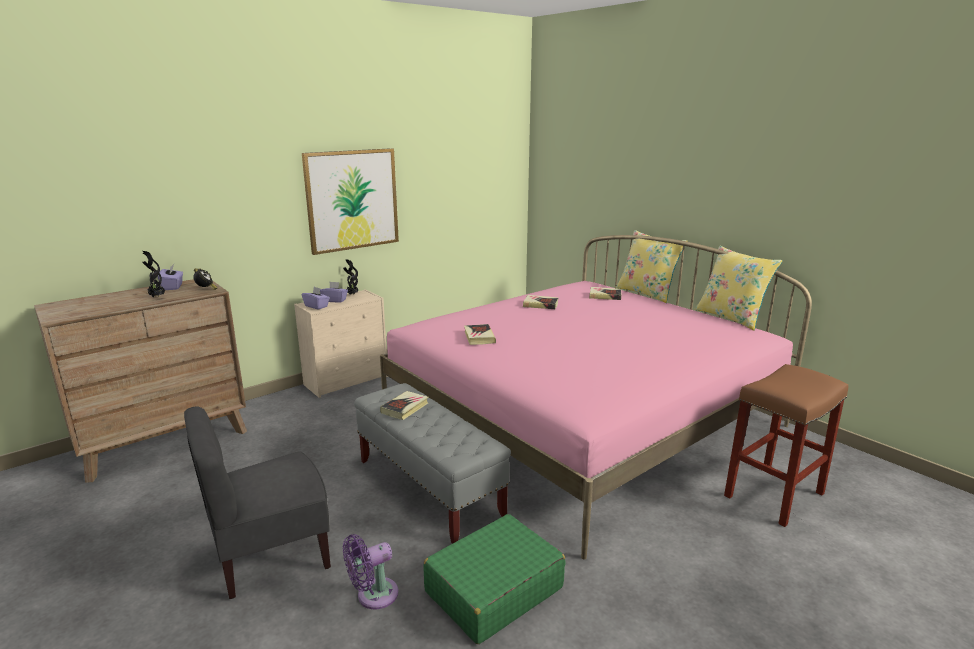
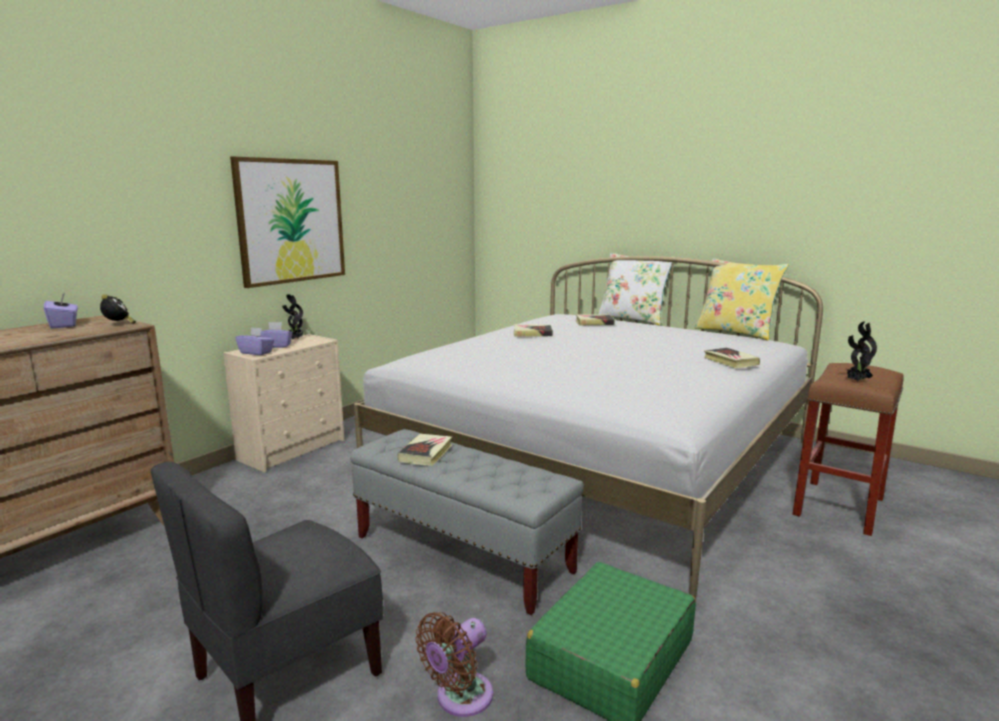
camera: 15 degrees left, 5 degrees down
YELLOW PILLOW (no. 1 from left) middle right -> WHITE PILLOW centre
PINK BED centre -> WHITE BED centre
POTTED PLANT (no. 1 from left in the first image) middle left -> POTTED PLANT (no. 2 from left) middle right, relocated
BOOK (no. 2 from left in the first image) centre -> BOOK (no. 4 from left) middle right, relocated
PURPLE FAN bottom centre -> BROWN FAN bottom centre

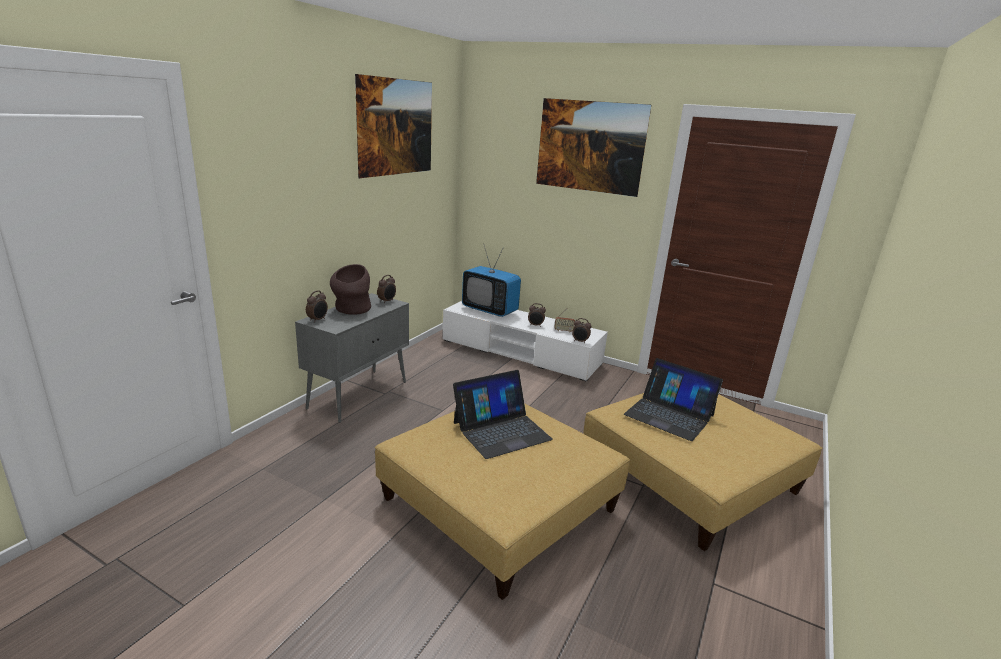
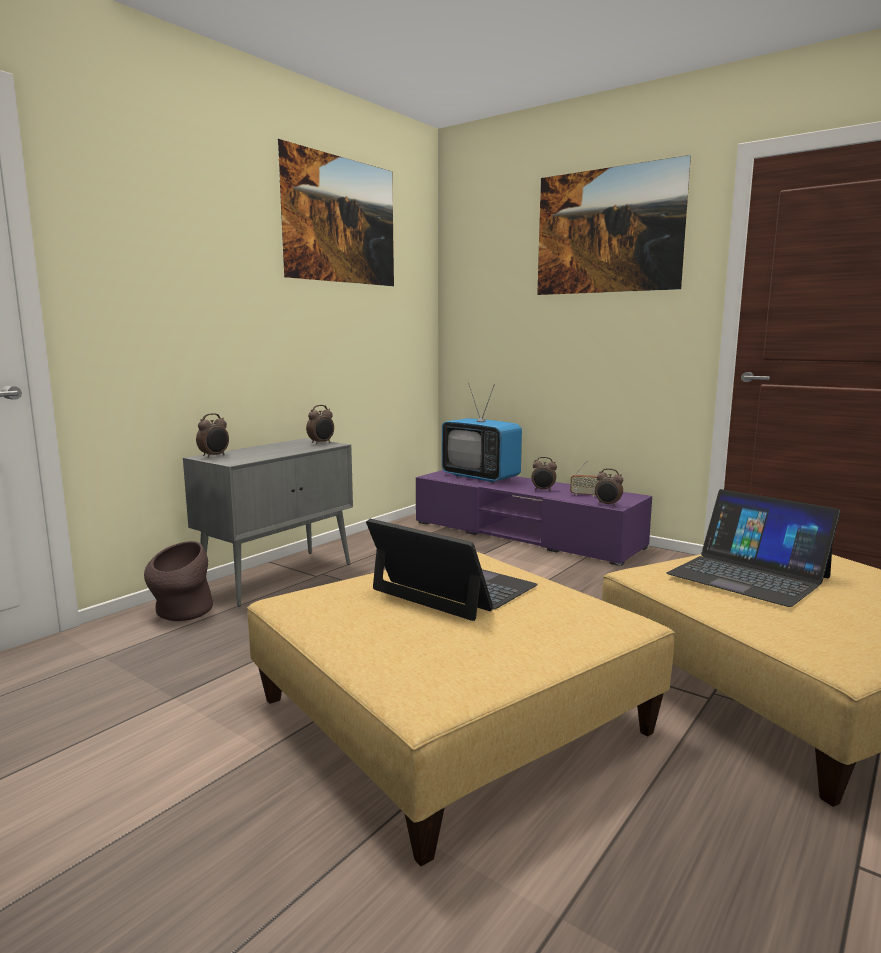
camera: 10 degrees right, 10 degrees down
BROWN VASE centre -> BROWN VASE middle left, relocated
WHITE TV STAND centre -> PURPLE TV STAND centre
LAPTOP (no. 1 from left) centre, 120 degrees counterclockwise

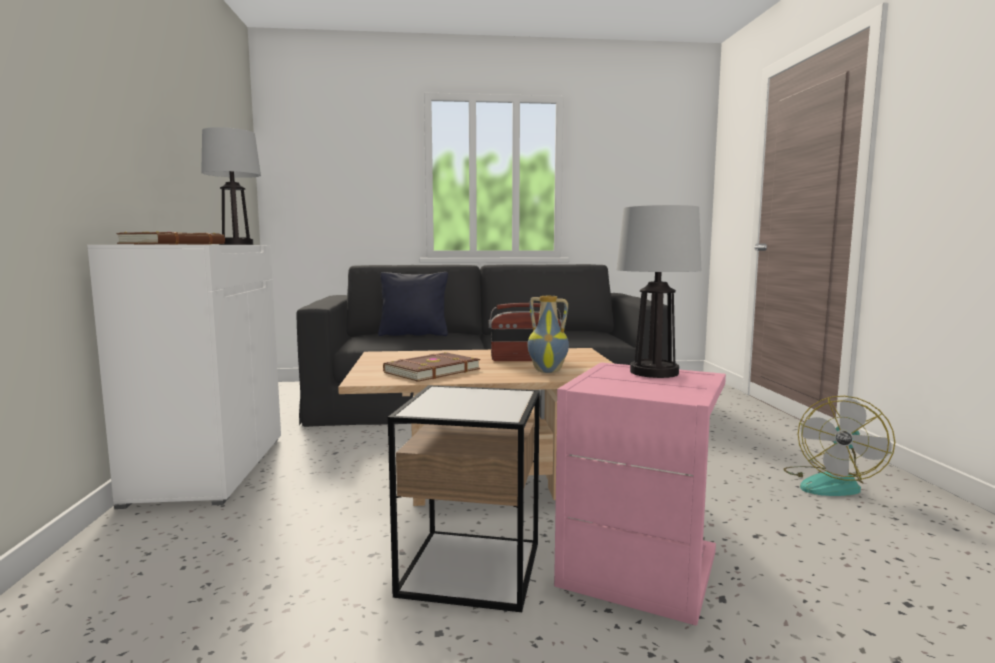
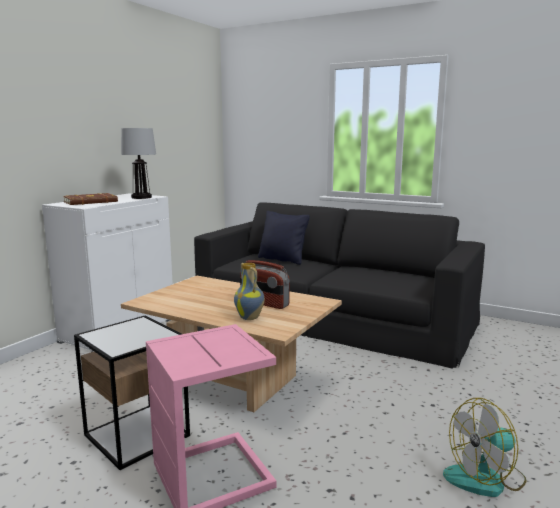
camera: 35 degrees right, 5 degrees up
TABLE LAMP (no. 2 from left) centre -> none
BROWN BOOK (no. 2 from left) centre -> none

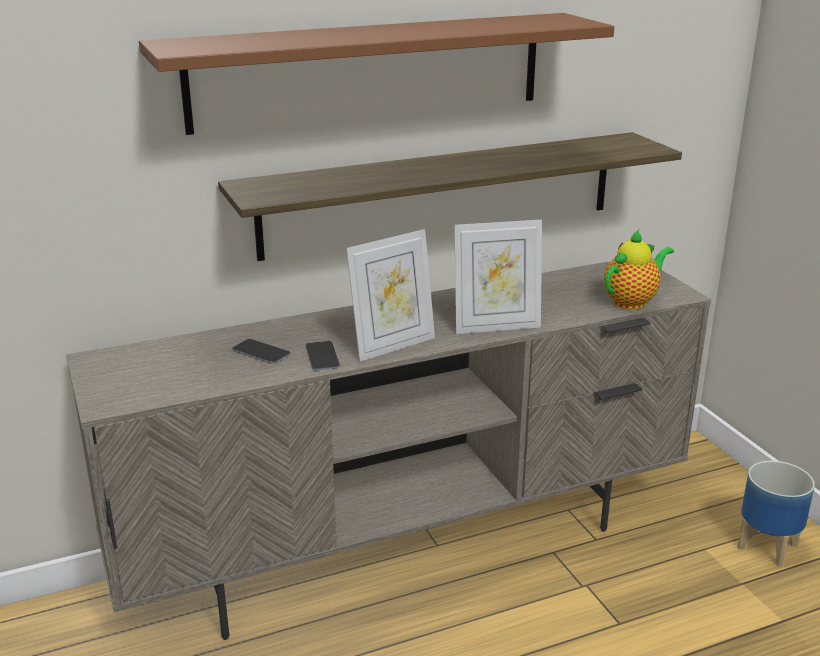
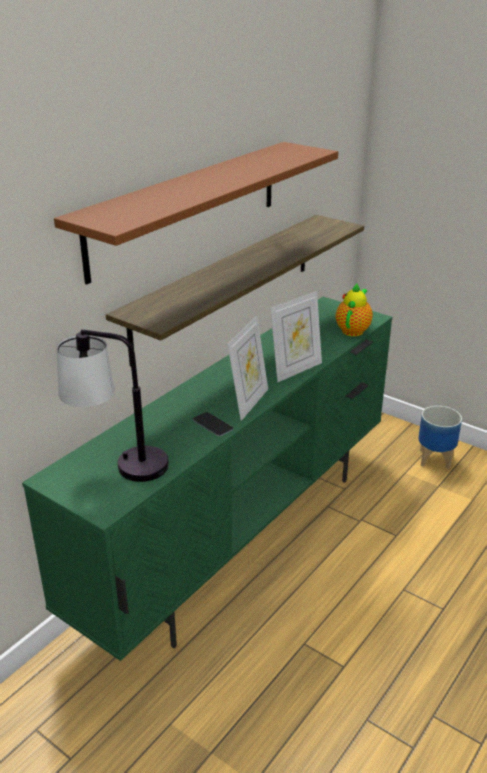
camera: 30 degrees left, 5 degrees up
BEIGE TV STAND bottom centre -> GREEN TV STAND centre
PHONE (no. 1 from left) middle left -> none
none -> TABLE LAMP middle left

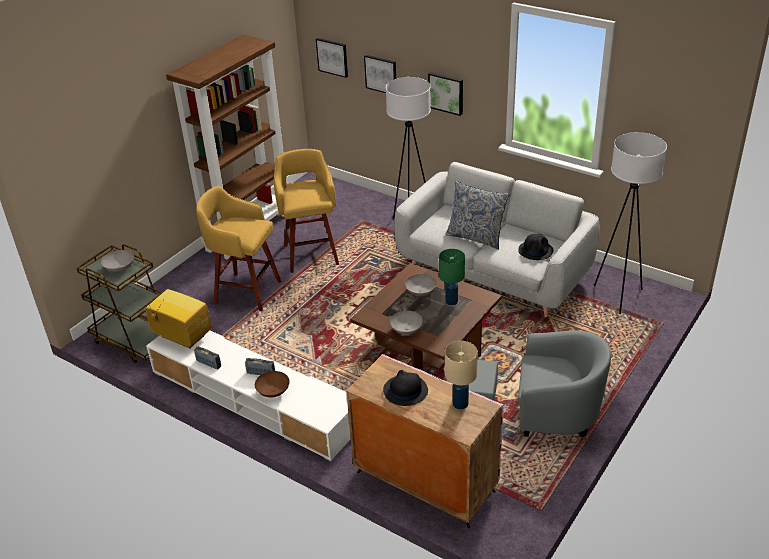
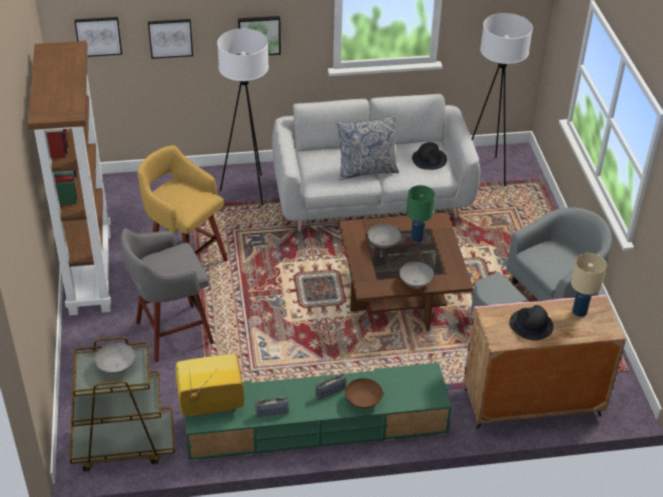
camera: 45 degrees left, 5 degrees up
YELLOW STOOL (no. 1 from left) middle left -> GREY STOOL middle left
WHITE TV STAND bottom left -> GREEN TV STAND bottom centre

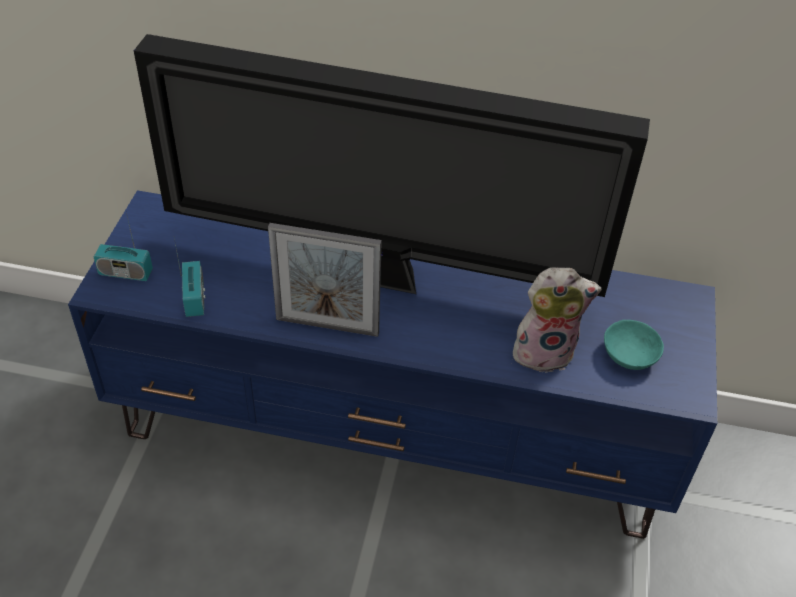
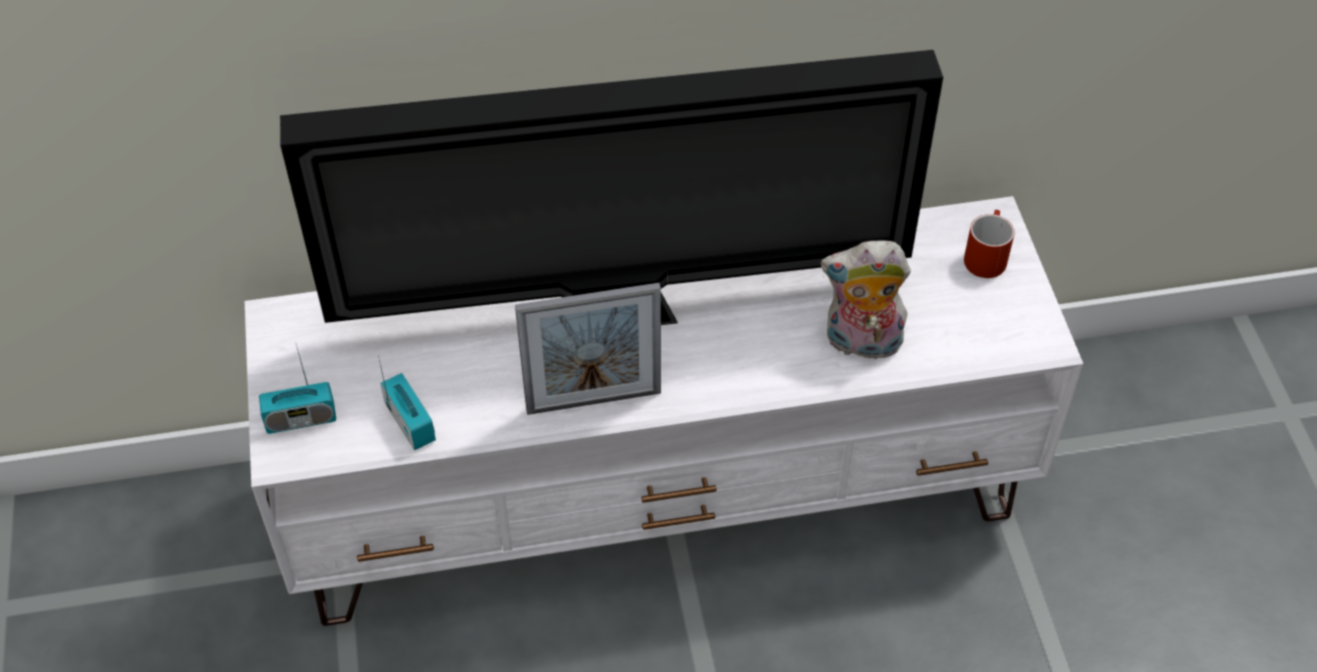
camera: 20 degrees left, 5 degrees up
BLUE TV STAND centre -> WHITE TV STAND centre
PLUSH TOY middle right -> PLUSH TOY centre, 150 degrees counterclockwise
TURQUOISE BOWL middle right -> none
none -> RED MUG middle right

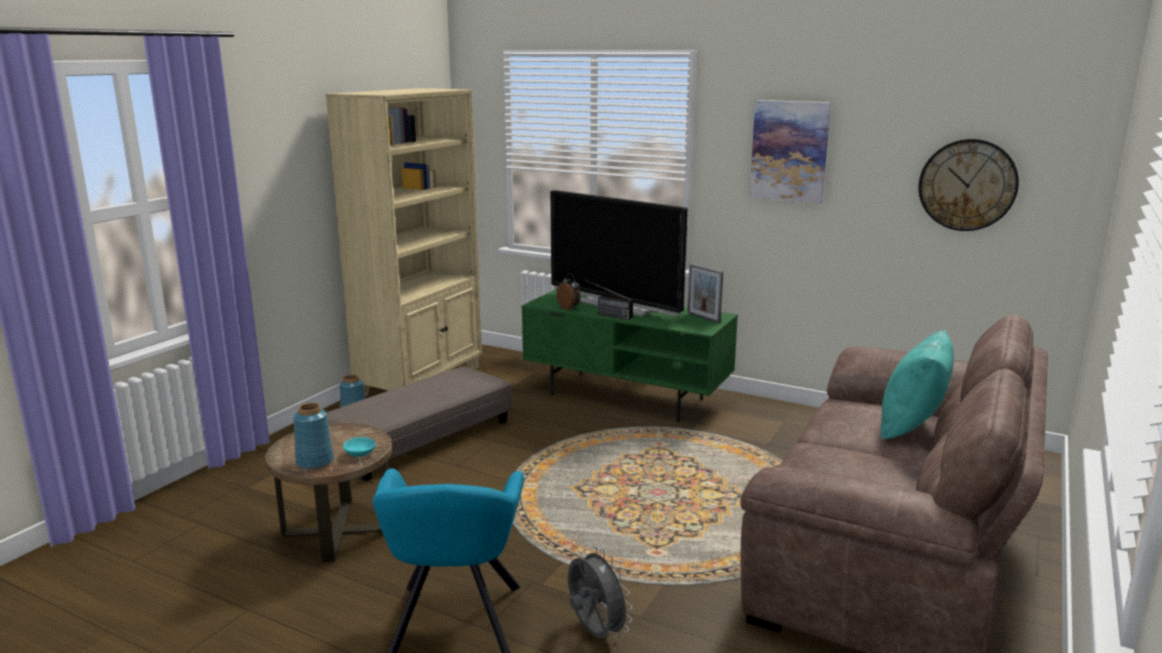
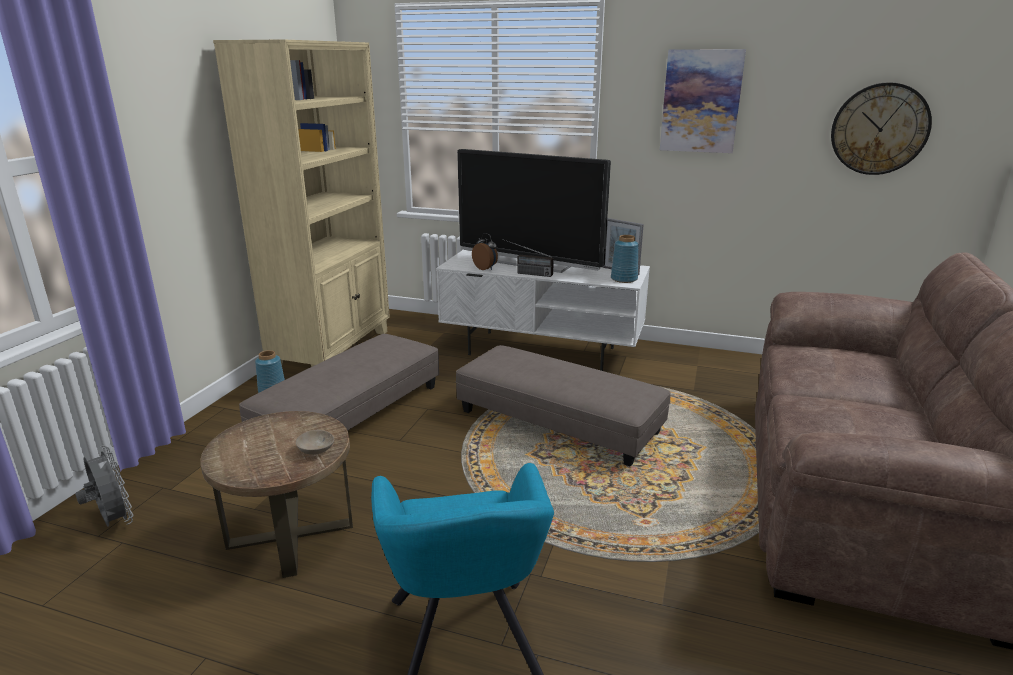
camera: 10 degrees left, 5 degrees up
GREEN TV STAND centre -> WHITE TV STAND centre
TURQUOISE PILLOW middle right -> none
BLUE VASE (no. 1 from left in the first image) bottom left -> BLUE VASE (no. 2 from left) centre, relocated
TURQUOISE BOWL bottom left -> BEIGE BOWL middle left
GREY FAN bottom centre -> GREY FAN bottom left, relocated
none -> GREY OTTOMAN (no. 2 from left) centre

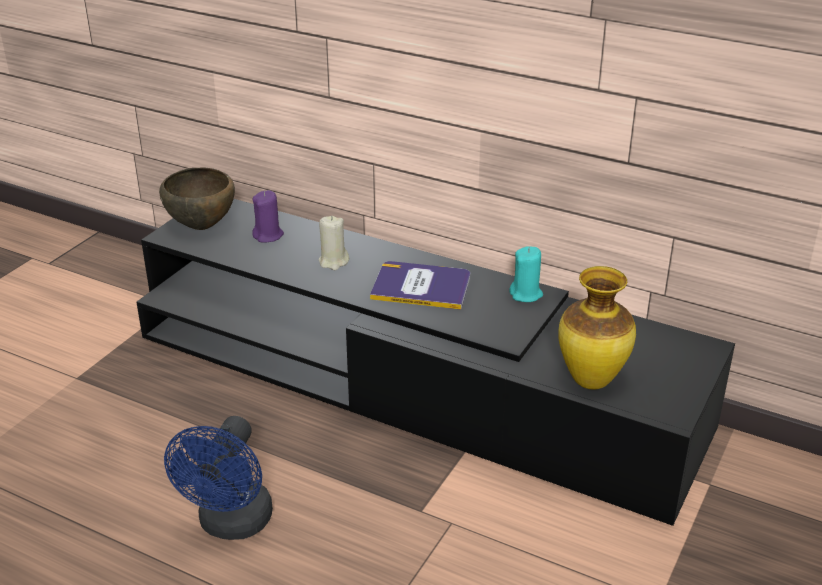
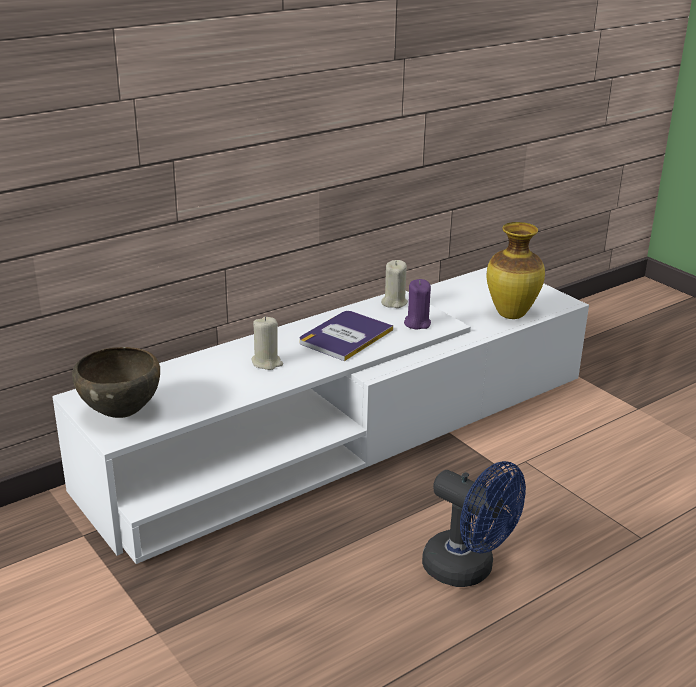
camera: 65 degrees left, 5 degrees down
PURPLE CANDLE middle left -> PURPLE CANDLE centre, relocated
BLACK TV STAND centre -> WHITE TV STAND centre
TURQUOISE CANDLE centre -> BEIGE CANDLE (no. 2 from left) centre

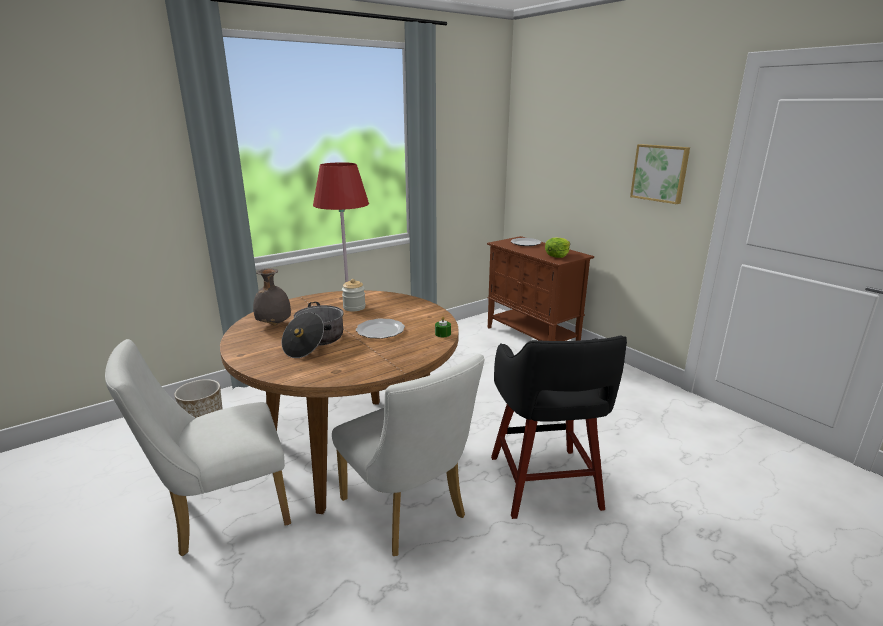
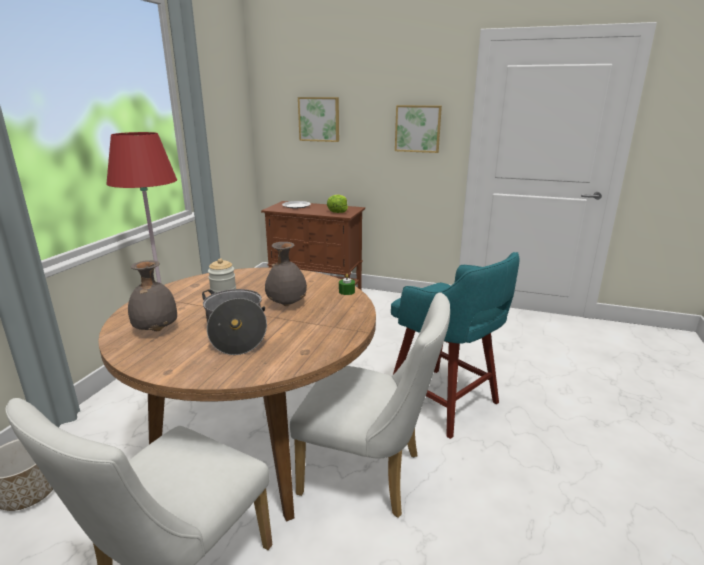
camera: 35 degrees left, 0 degrees up
PLATE (no. 1 from left) centre -> GREY VASE (no. 2 from left) centre
BLACK STOOL bottom centre -> TURQUOISE STOOL centre
none -> PICTURE (no. 1 from left) top centre

